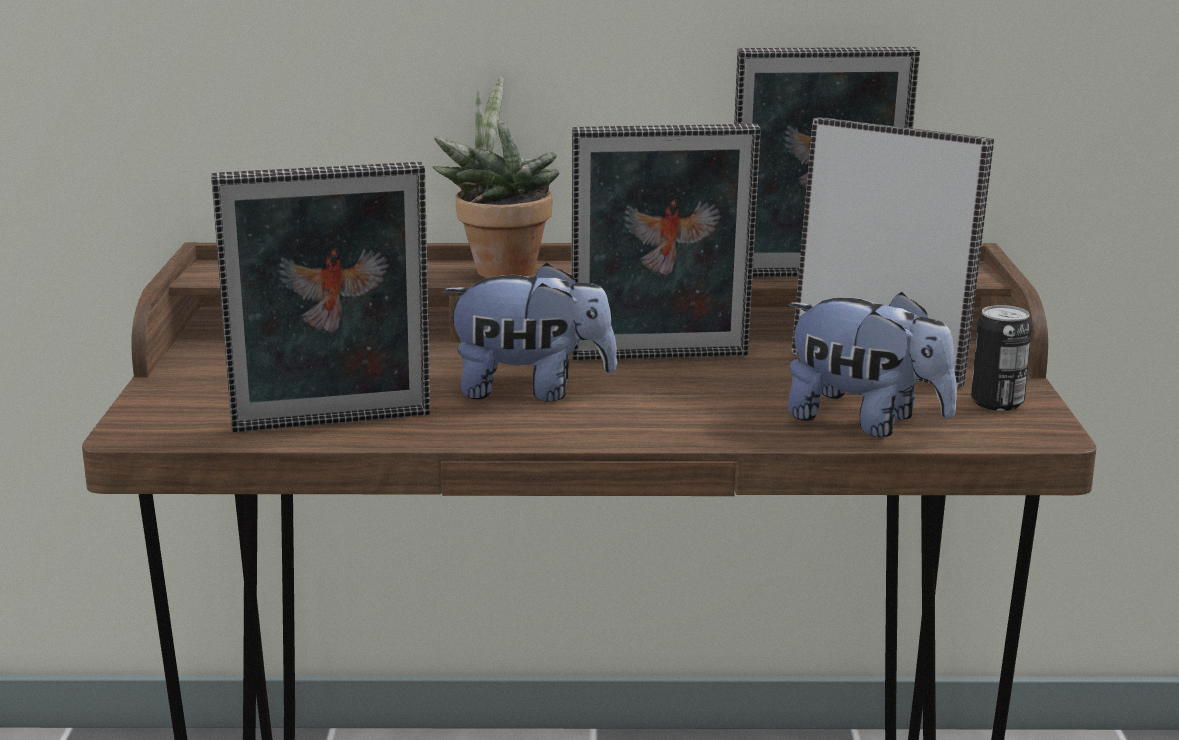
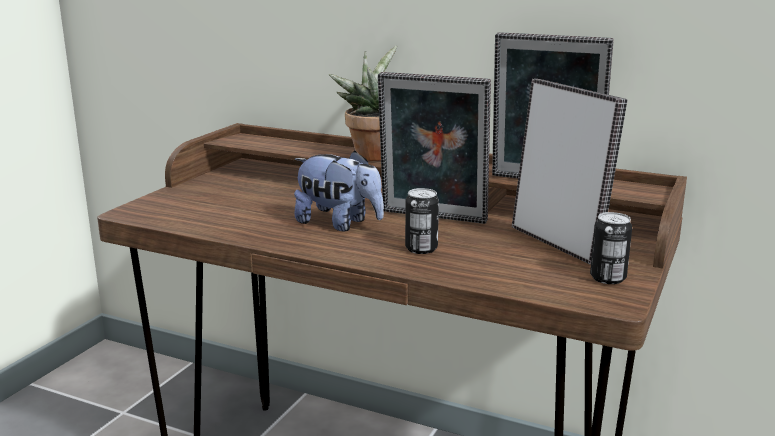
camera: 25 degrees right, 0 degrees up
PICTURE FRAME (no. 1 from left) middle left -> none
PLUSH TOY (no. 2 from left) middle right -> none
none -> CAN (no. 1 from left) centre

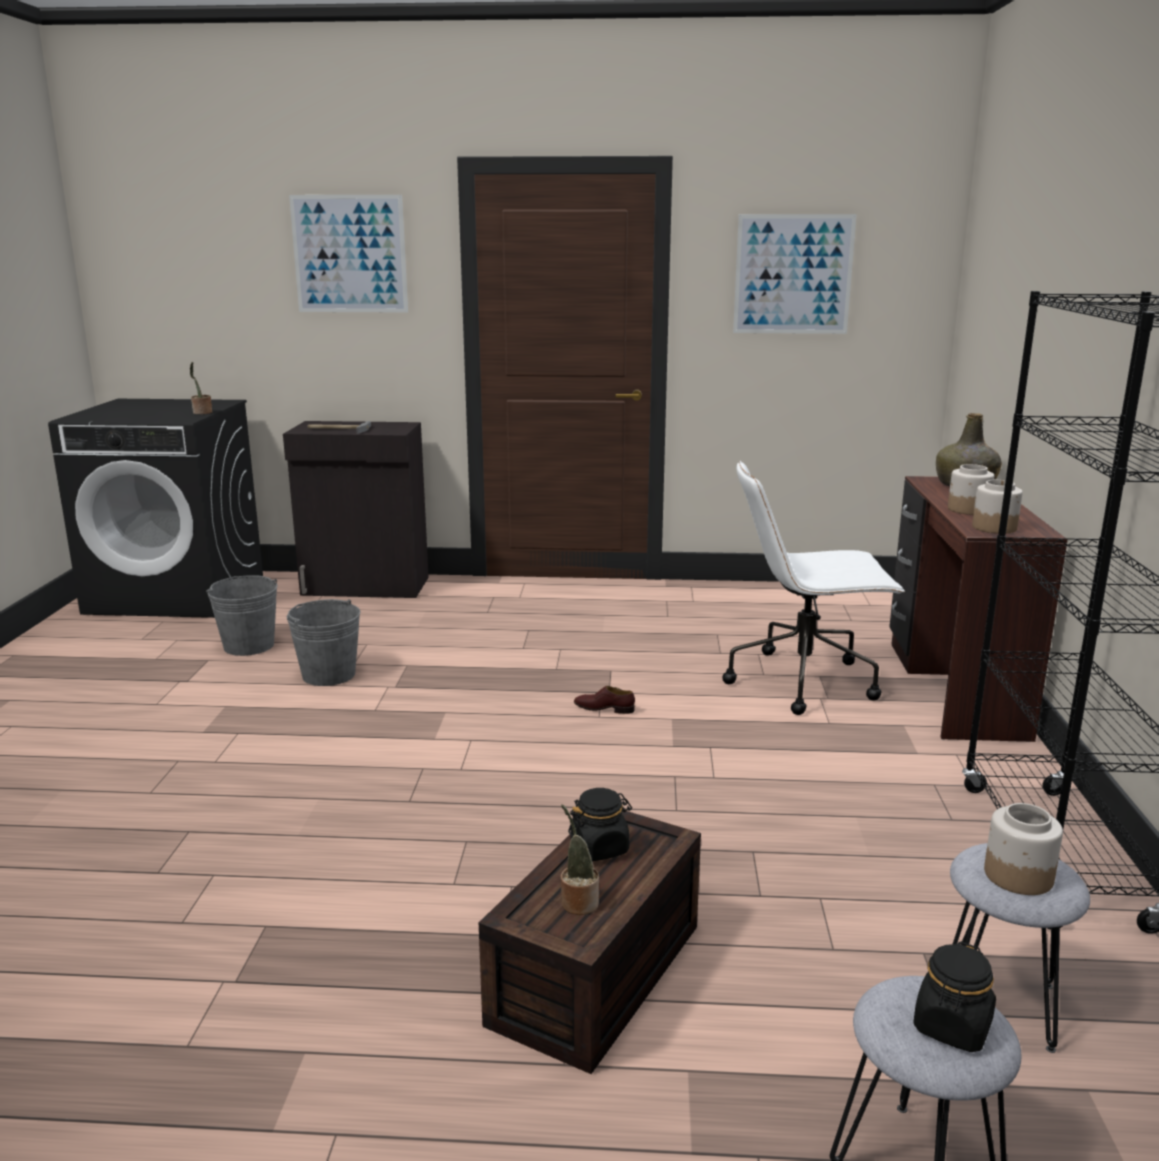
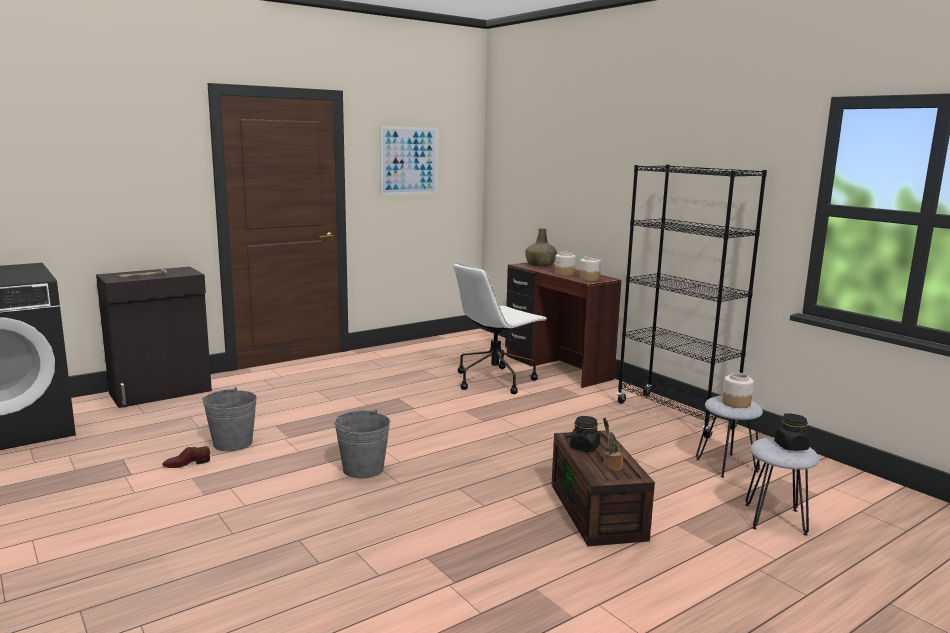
camera: 40 degrees left, 5 degrees down
PICTURE (no. 1 from left) top left -> none
POTTED PLANT (no. 1 from left) middle left -> none
GREY BUCKET (no. 1 from left in the first image) middle left -> GREY BUCKET (no. 2 from left) bottom centre, relocated
BROWN SHOE centre -> BROWN SHOE bottom left, relocated

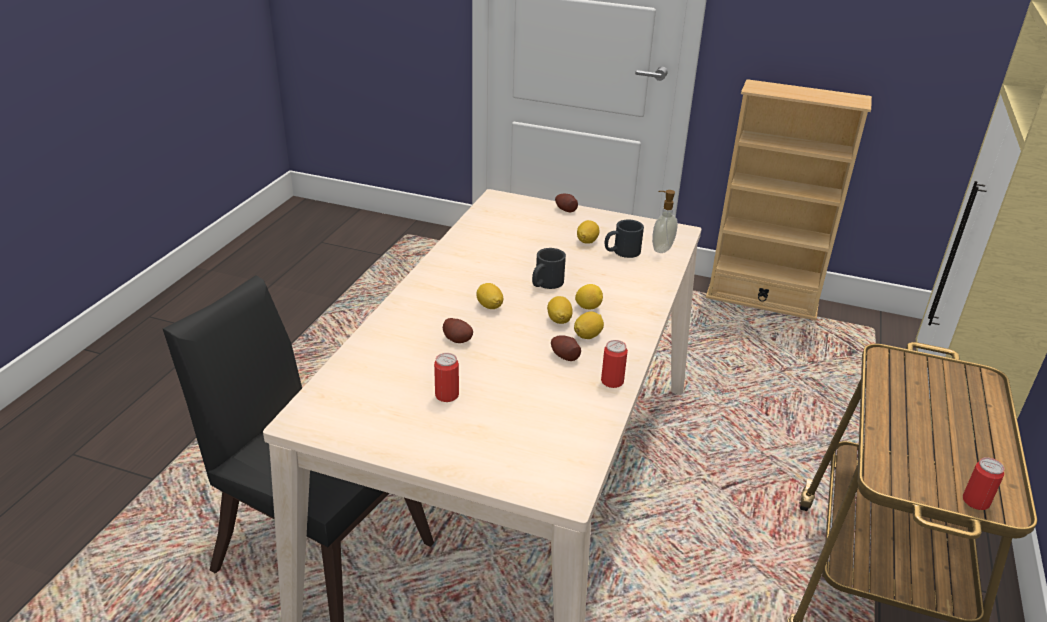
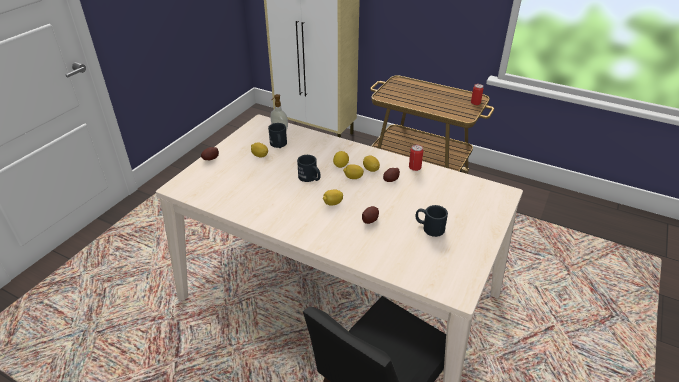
camera: 80 degrees left, 5 degrees up
BEIGE BOOKCASE top right -> none
CAN (no. 1 from left) centre -> BLACK MUG (no. 3 from left) centre

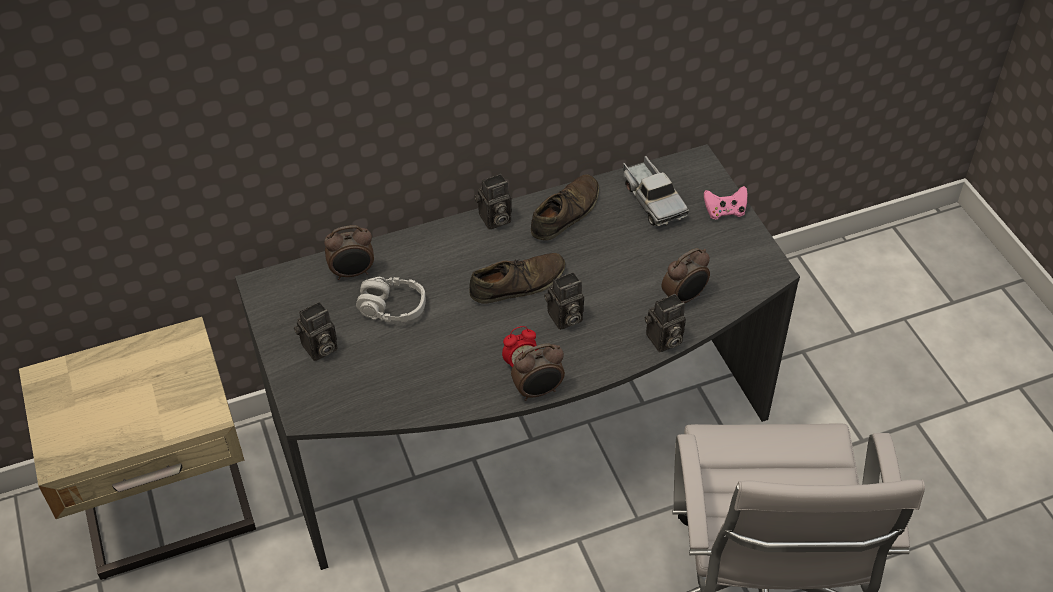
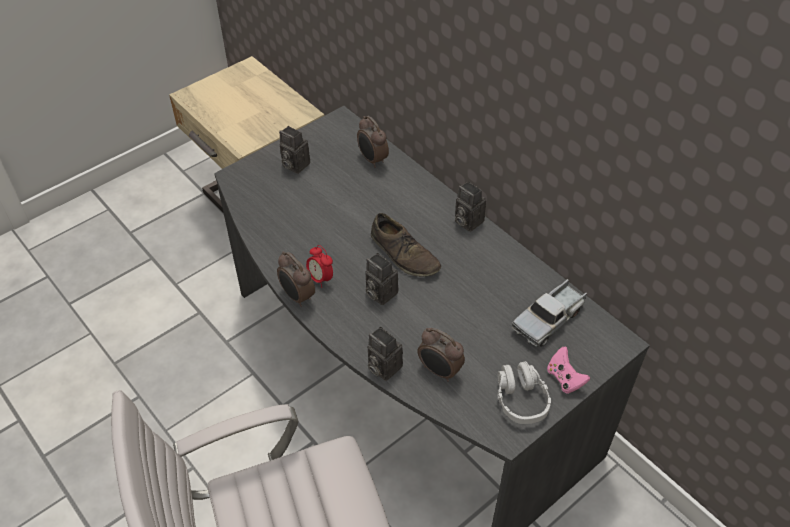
camera: 70 degrees right, 0 degrees up
BROWN SHOE (no. 2 from left) centre -> none
GREY HEADPHONES centre -> GREY HEADPHONES bottom centre, relocated

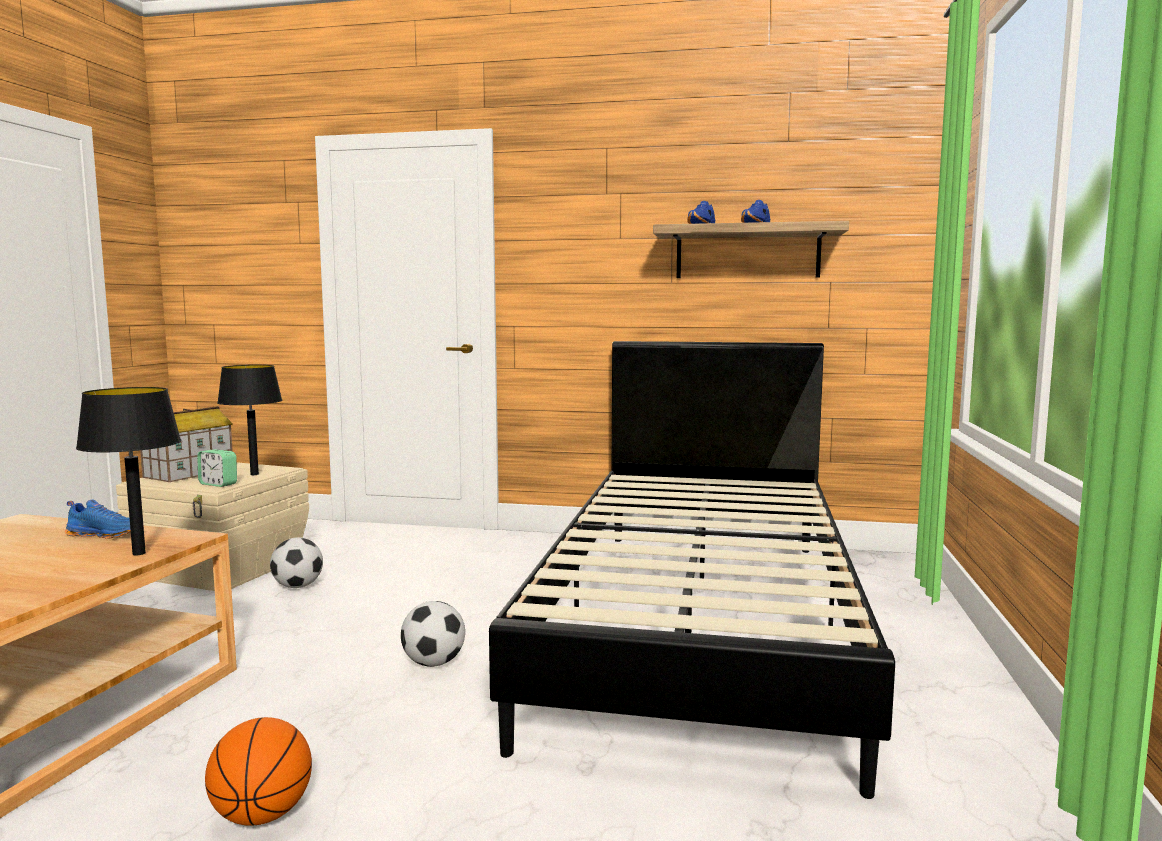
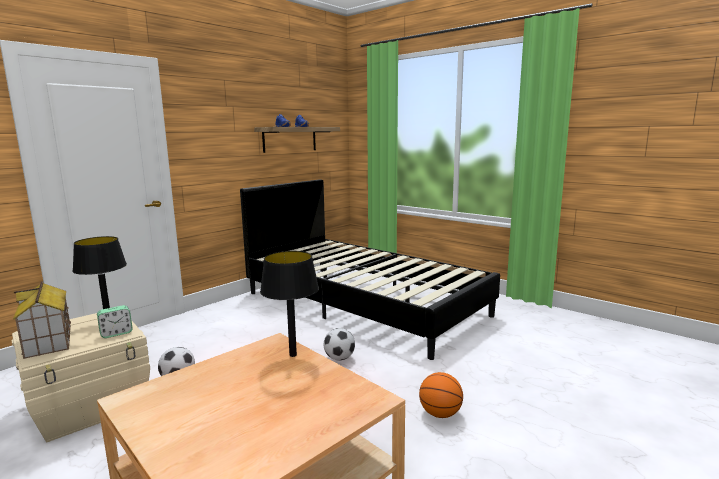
camera: 60 degrees left, 5 degrees up
BLUE SHOE (no. 1 from left) middle left -> none

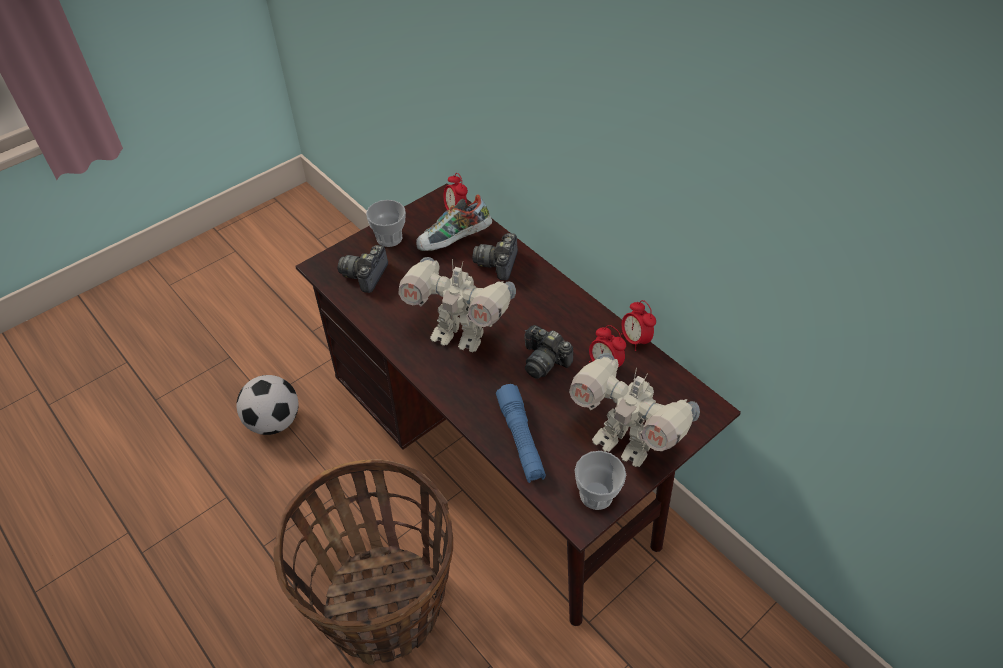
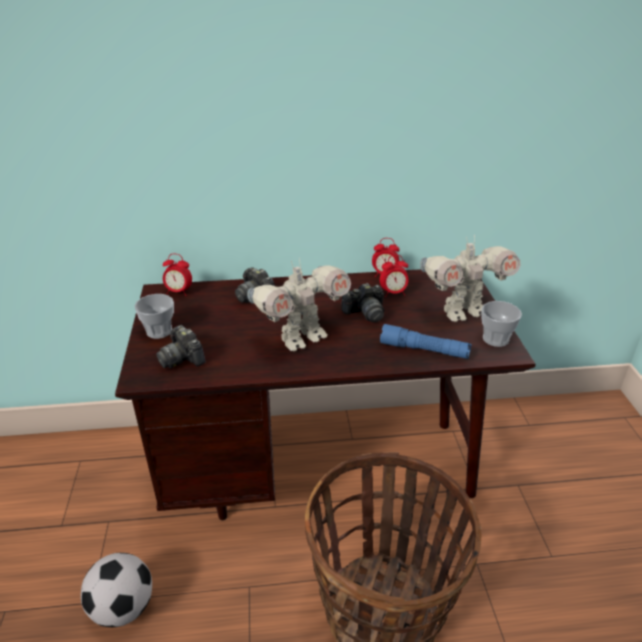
camera: 55 degrees left, 15 degrees down
SHOE top centre -> none

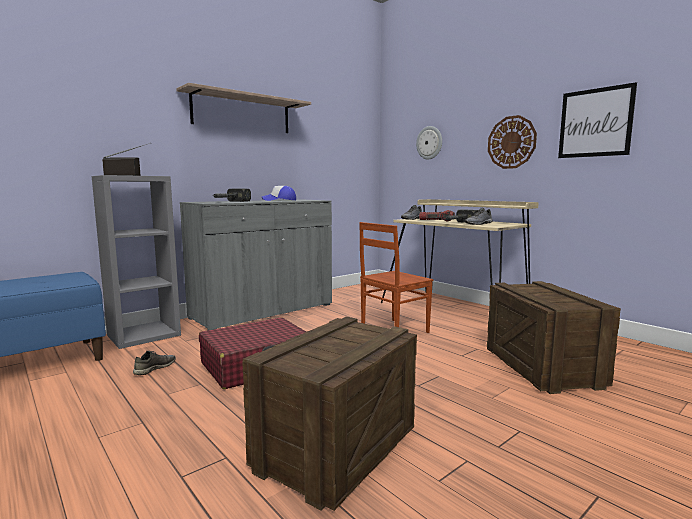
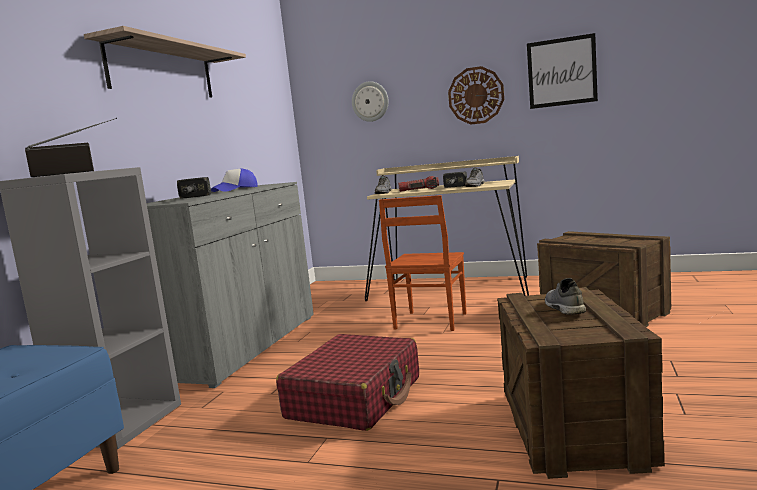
camera: 30 degrees left, 0 degrees up
GREY SHOE (no. 1 from left in the first image) bottom left -> GREY SHOE (no. 3 from left) middle right, relocated

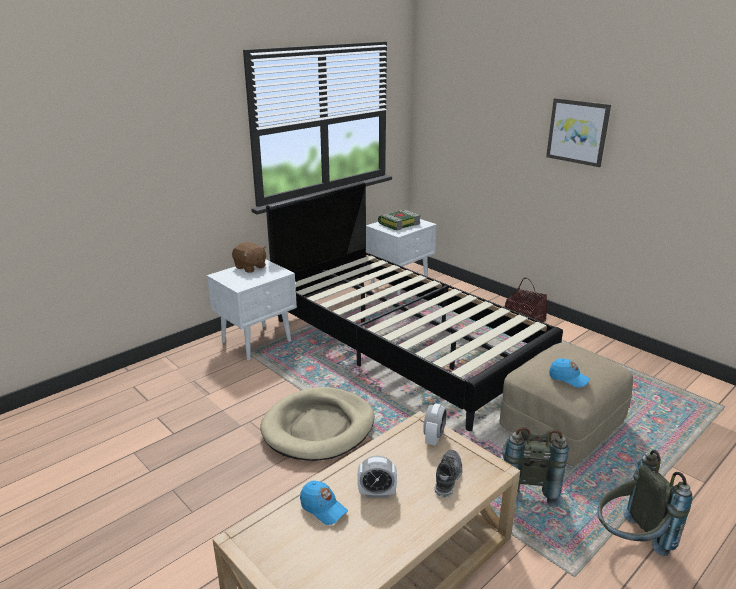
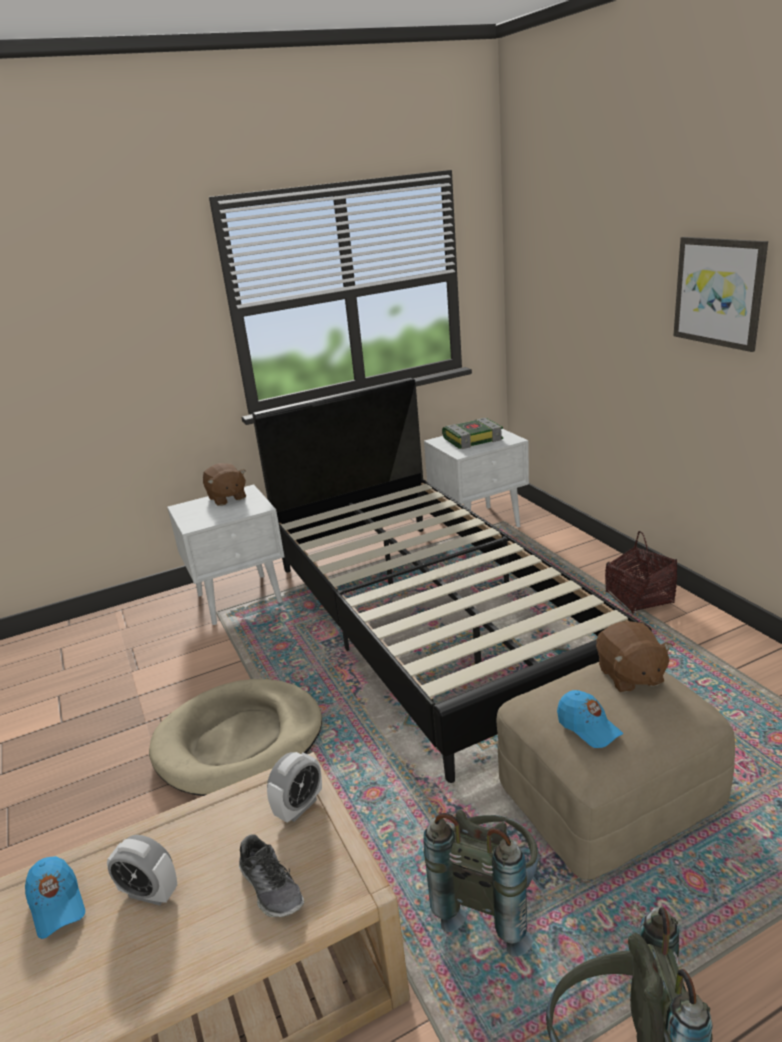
camera: 20 degrees right, 0 degrees up
SHOE bottom centre, 105 degrees clockwise
none -> BROWN PLUSH TOY (no. 2 from left) middle right

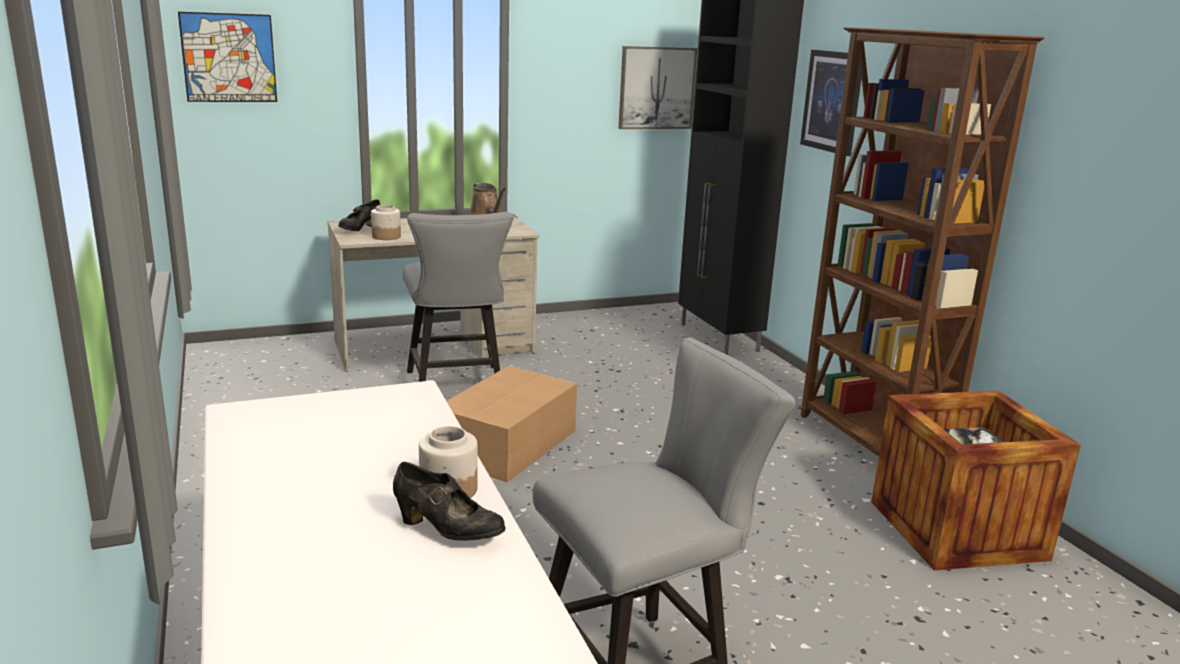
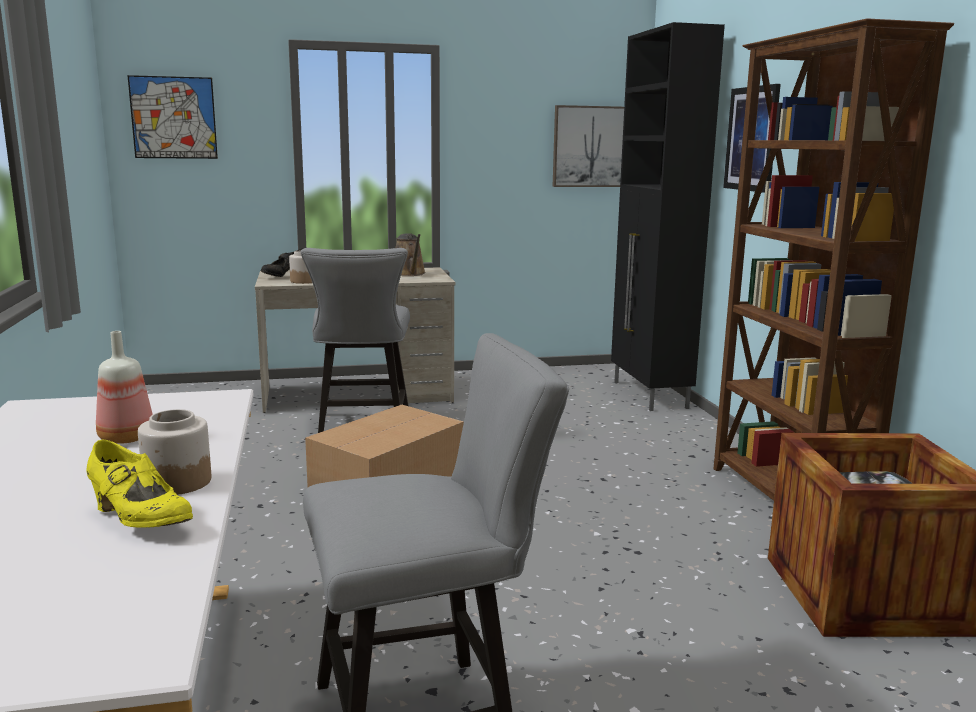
camera: 10 degrees right, 5 degrees down
BLACK SHOE (no. 2 from left) bottom centre -> YELLOW SHOE bottom left
none -> BOTTLE middle left

